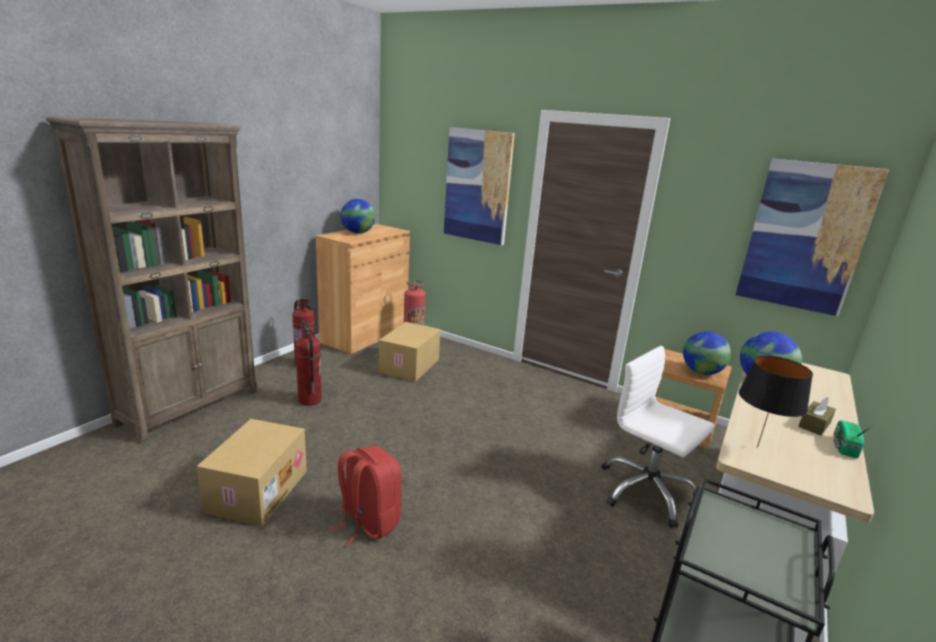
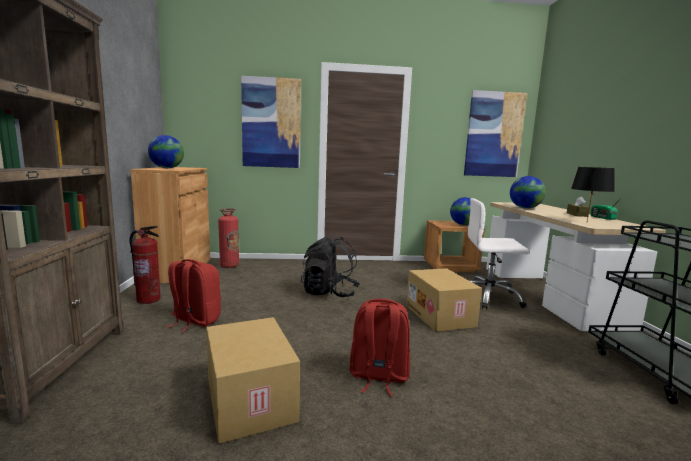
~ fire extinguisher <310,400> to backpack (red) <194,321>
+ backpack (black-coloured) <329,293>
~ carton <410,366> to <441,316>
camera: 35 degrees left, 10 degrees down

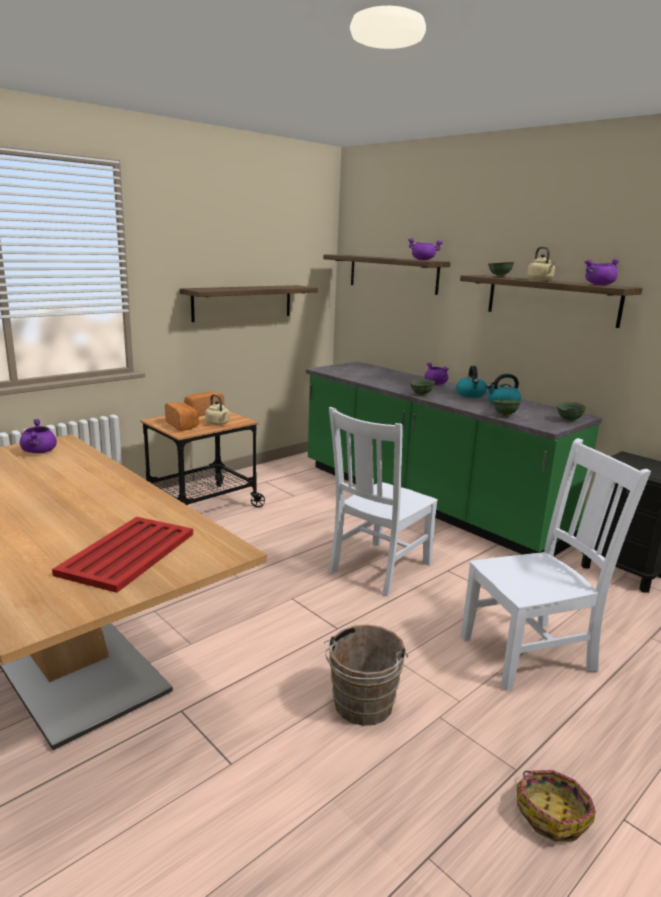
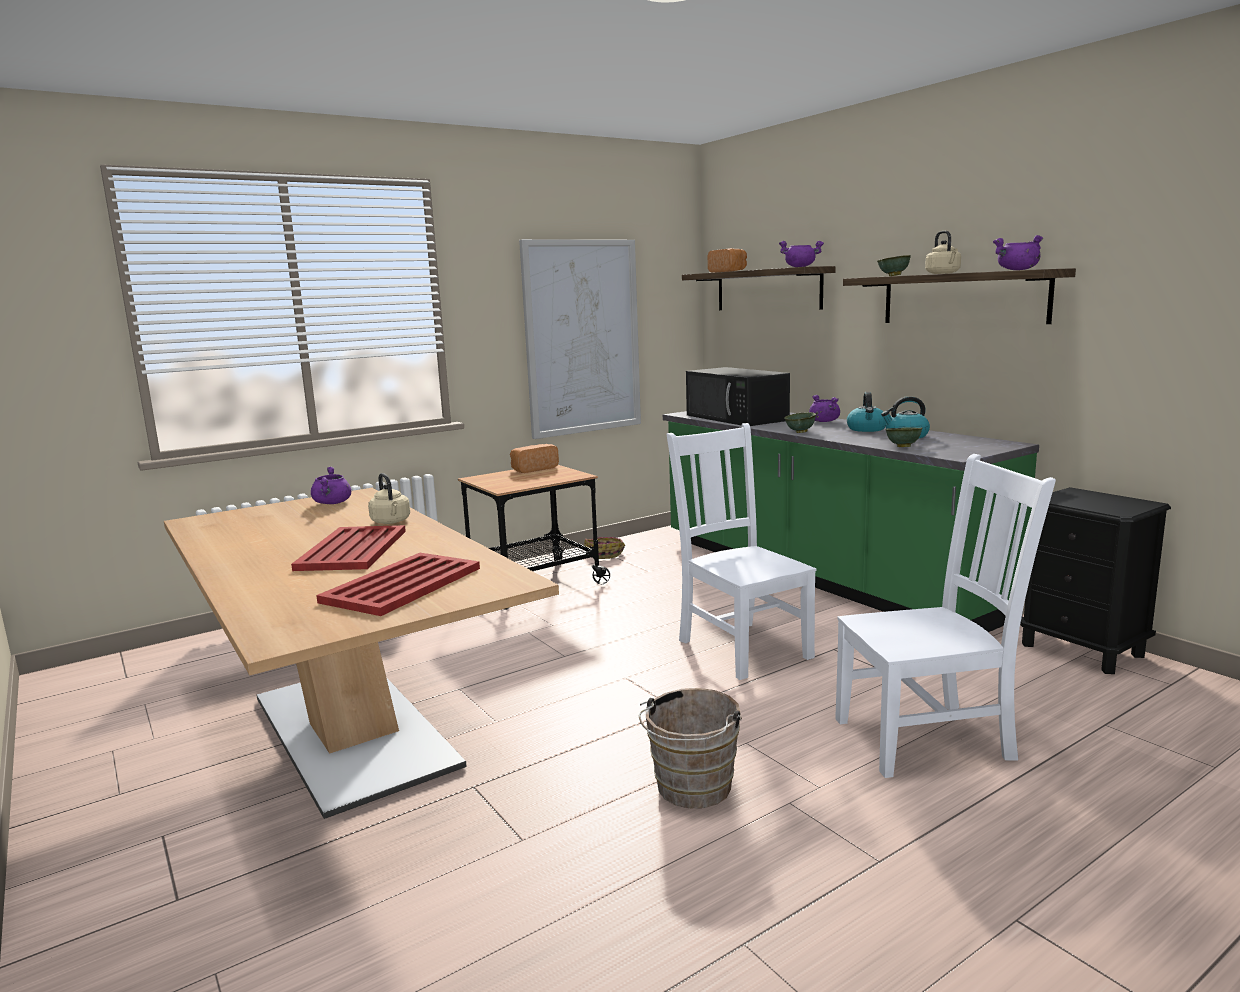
+ serving tray (red) <352,550>
~ tea kettle (beige) <218,424> to <391,522>
~ shelf <243,302> to picture <582,337>
~ basket <552,814> to <605,553>
~ plain chair (white) <378,568> = <741,647> 105 degrees clockwise
+ kitchen microwave (black-coloured) <737,418>
~ bread <183,425> to <728,271>
- serving bowl (greenish) <569,420>
camera: 10 degrees right, 5 degrees down

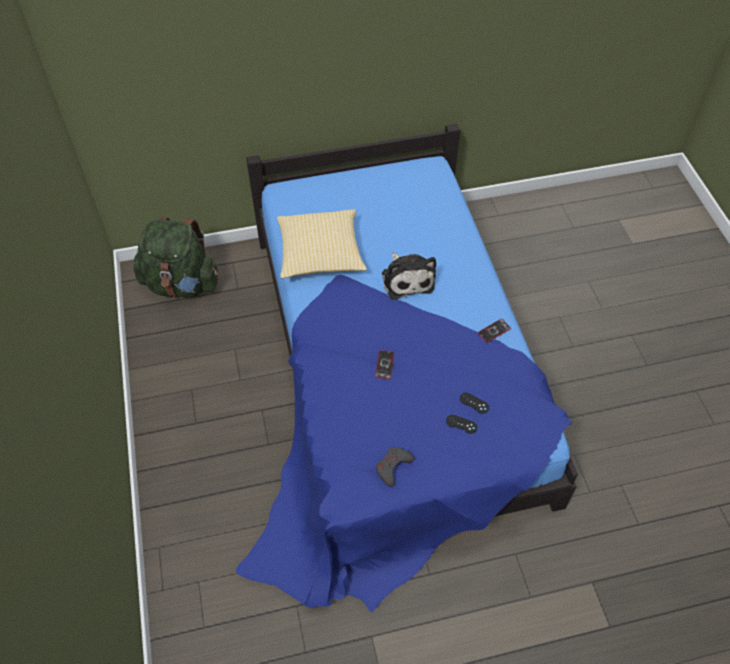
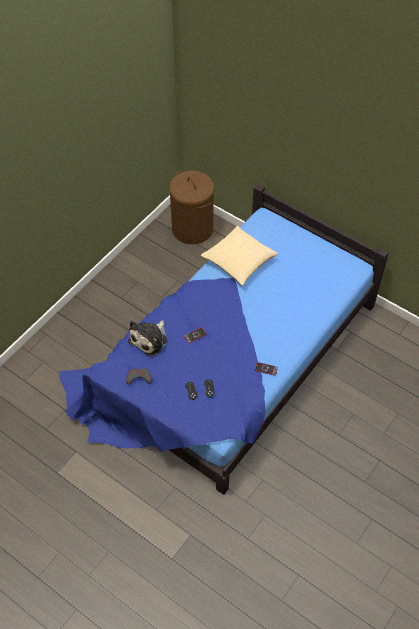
~ plush toy <407,279> to <150,339>
~ backpack (greenish) <181,284> to laundry basket (brown) <192,229>
camera: 50 degrees right, 0 degrees up

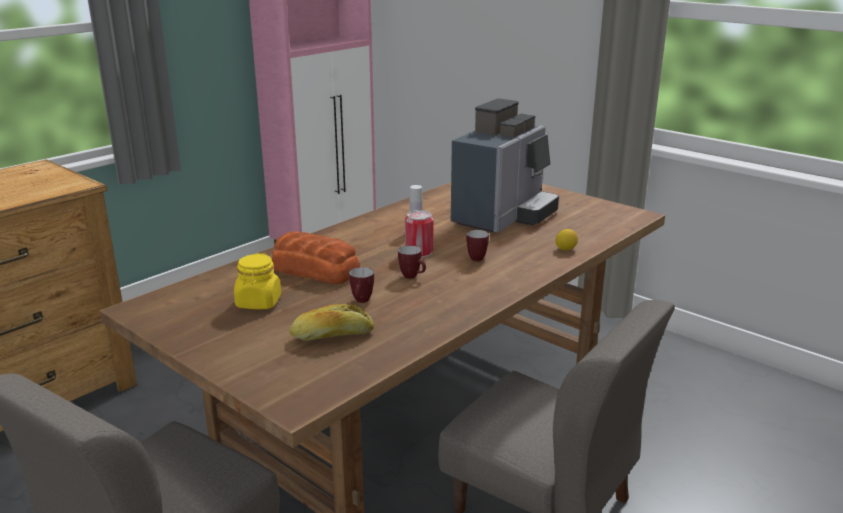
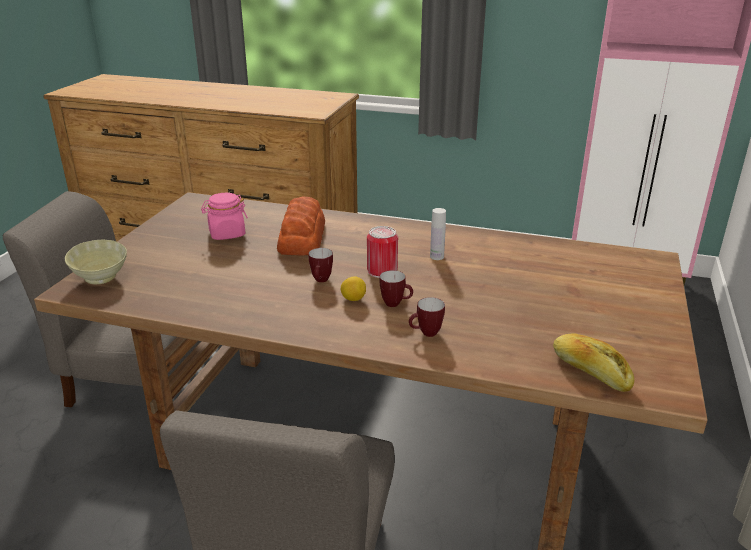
+ serving bowl (beige) <100,278>
~ jar (yellow) <258,302> to jar (pink-coloured) <227,234>
~ lemon <565,249> to <353,299>
~ mug <362,301> to <426,334>
~ bread <332,335> to <590,371>
- coffee machine <504,216>
camera: 65 degrees right, 5 degrees up

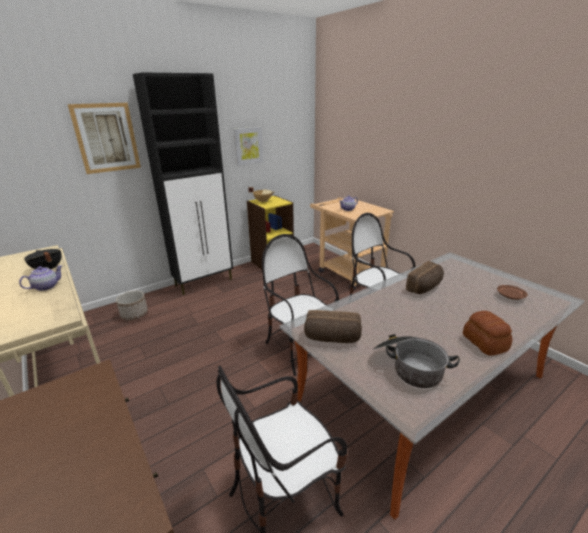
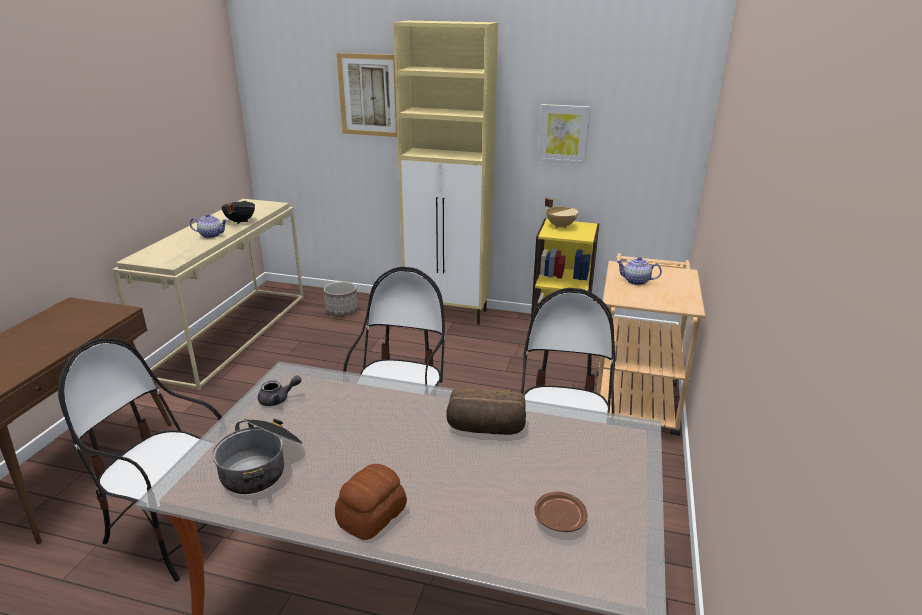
~ bread <332,338> to pot for tea (gray) <278,399>
~ cupboard (black-coloured) <205,282> to cupboard (beige) <448,313>
camera: 50 degrees right, 0 degrees up

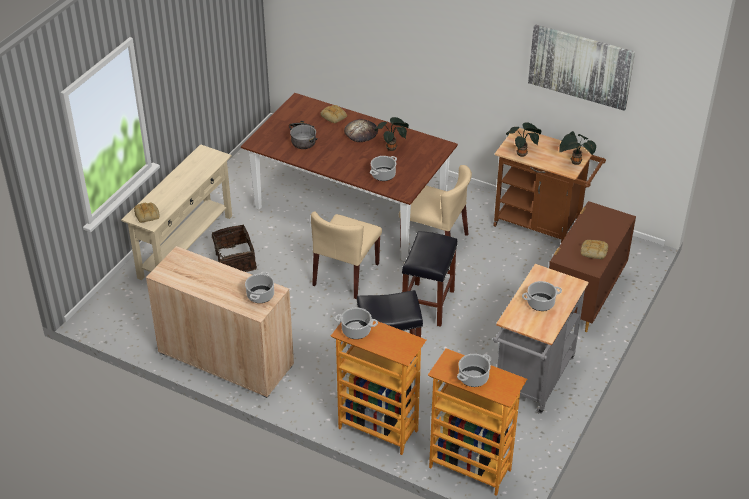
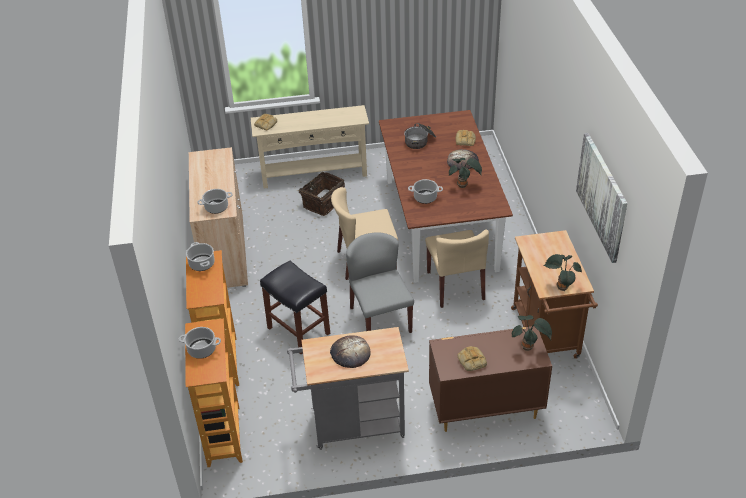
~ saucepot <540,303> to bread <350,353>
~ sitting stool (black-coloured) <427,303> to plain chair (gray) <380,319>
~ potted plant <522,153> to <528,347>
camera: 55 degrees right, 0 degrees up

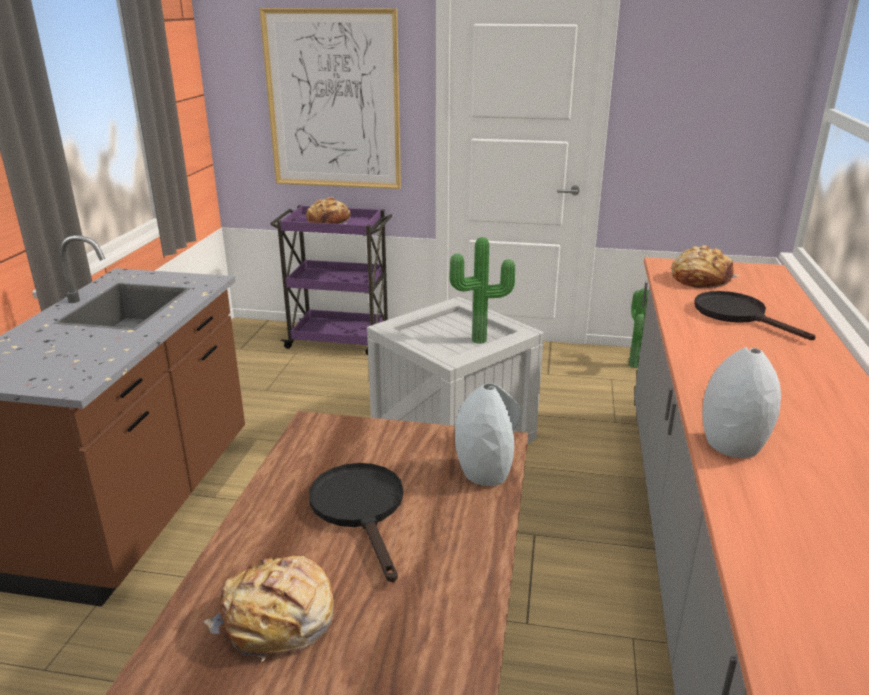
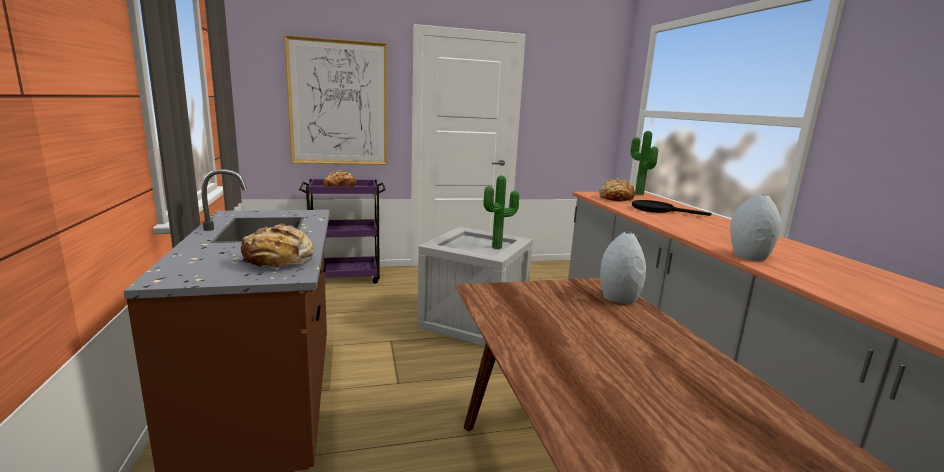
~ bread <278,620> to <278,261>
~ potted plant <632,365> to <637,194>
- skillet (black-coloured) <361,509>
camera: 25 degrees left, 10 degrees down

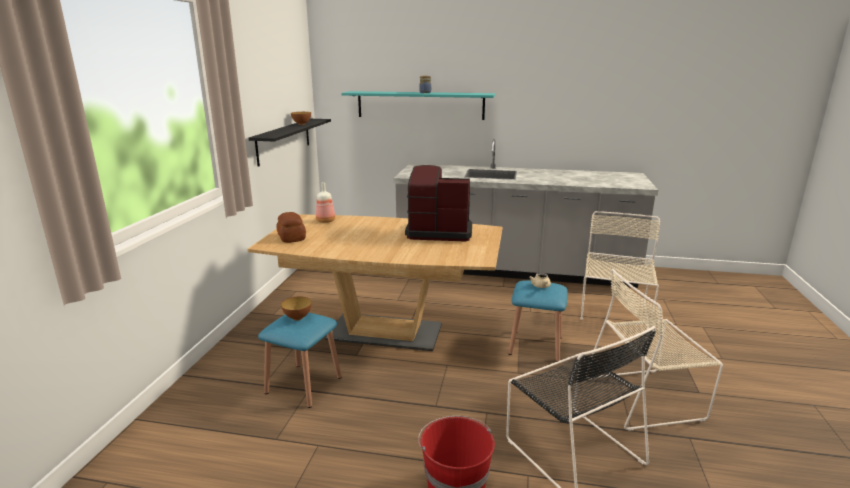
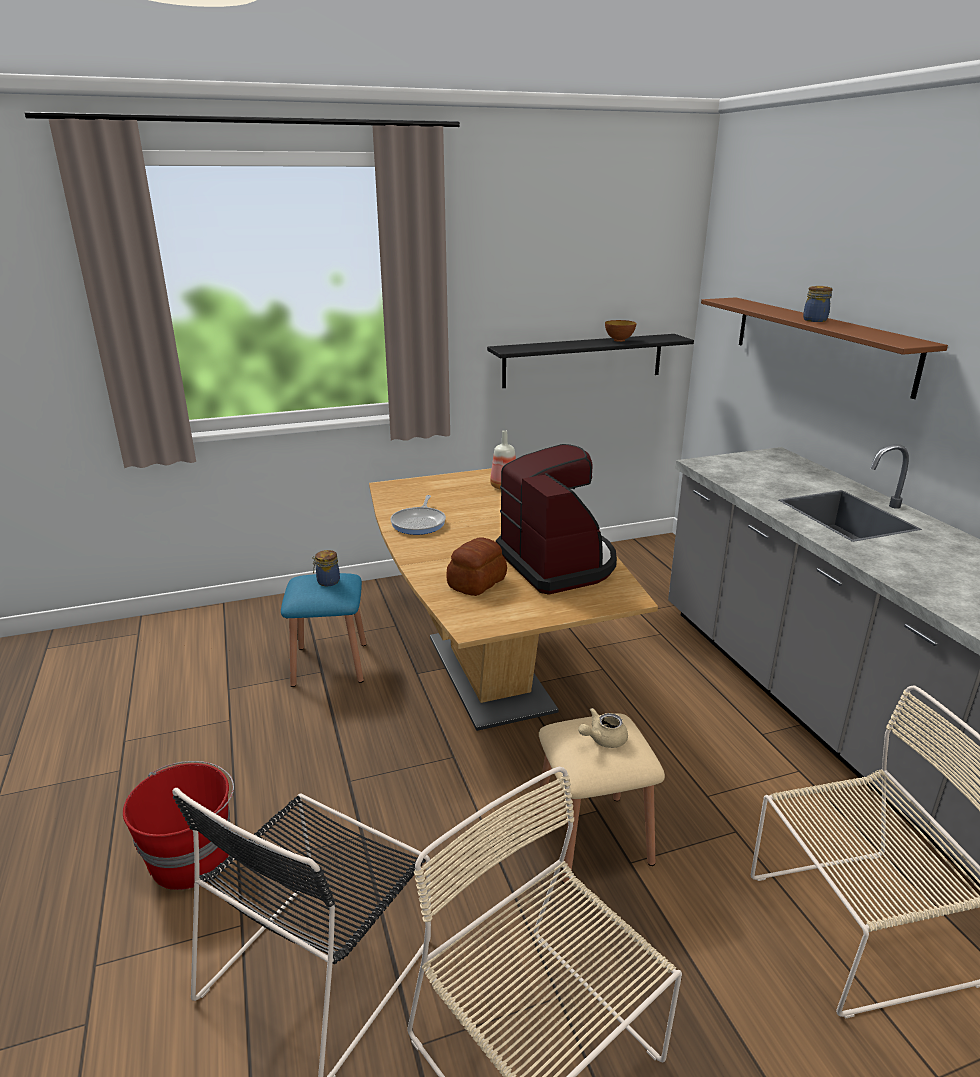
~ serving bowl <297,318> to jar <327,581>
+ skillet <419,523>
~ bread <292,237> to <478,583>
~ sitting stool (blue-coloured) <535,345> to sitting stool (beige) <592,837>
~ shelf (blue-green) <420,105> to shelf (brown) <820,343>
camera: 60 degrees right, 5 degrees up

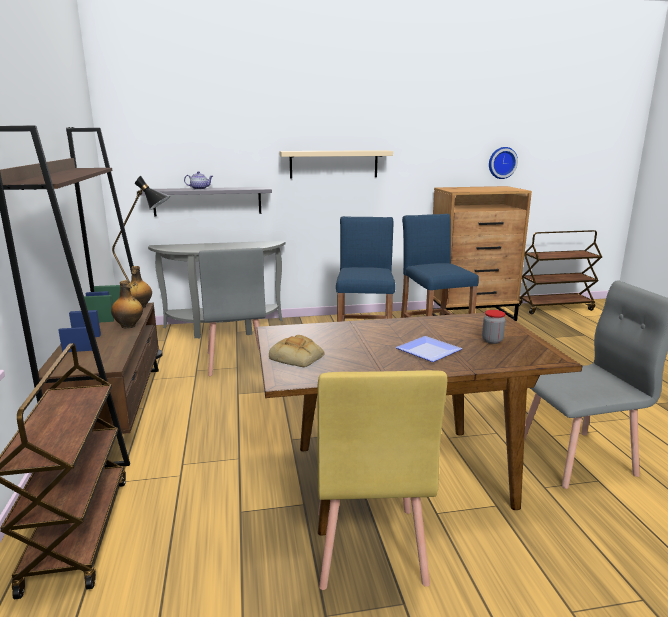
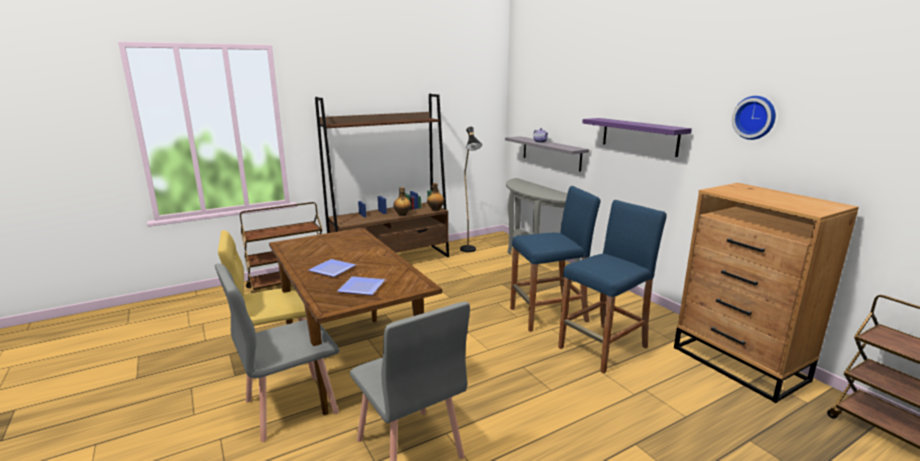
~ plain chair (gray) <236,361> to <290,406>
~ jar <492,340> to plate <361,287>
~ shelf (beige) <334,164> to shelf (purple-coloured) <639,136>
~ hanging clock <501,162> to <755,117>
- bread <298,358>
camera: 70 degrees right, 0 degrees up

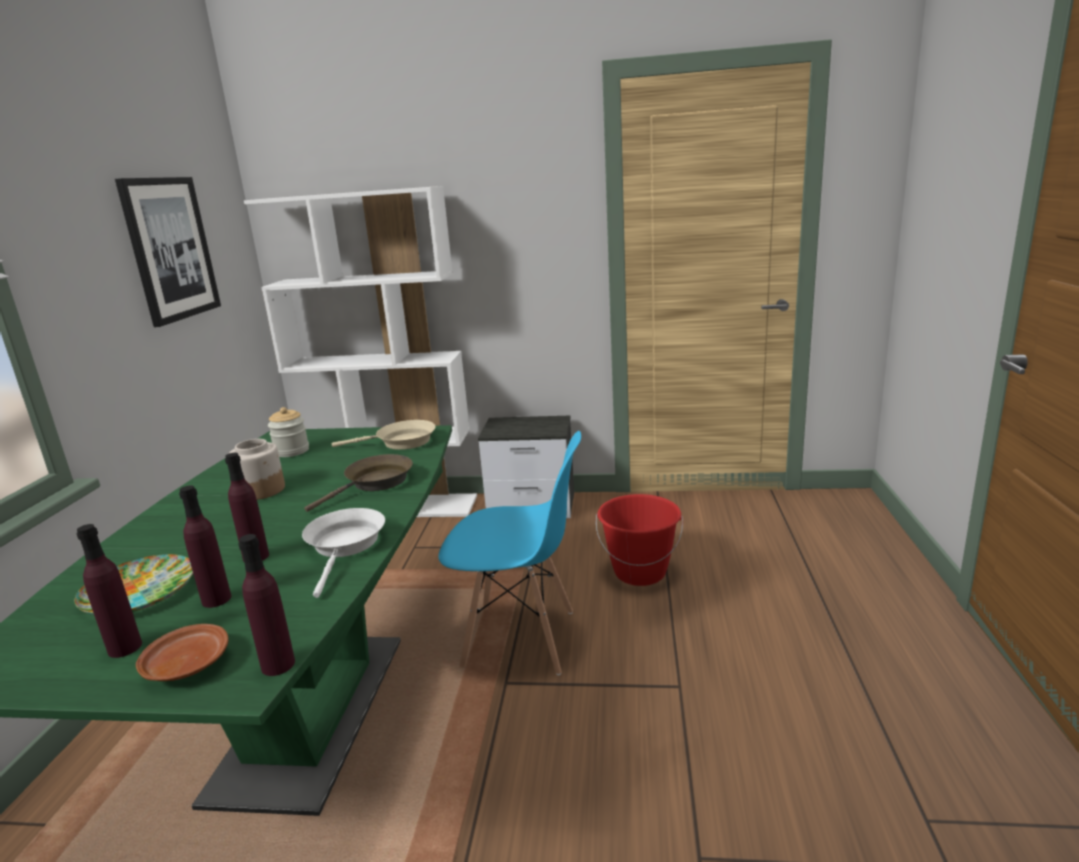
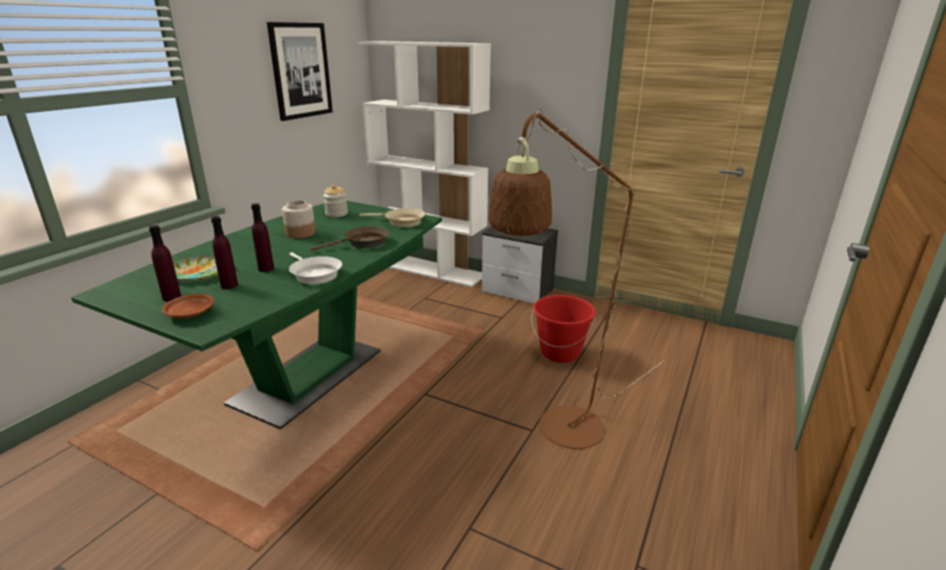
~ skillet (white) <345,546> = <314,274> 120 degrees clockwise
+ standard lamp (brown) <560,434>
- beverage bottle (purple-coloured) <278,665>
- plain chair (blue-coloured) <520,639>
camera: 20 degrees right, 5 degrees up

